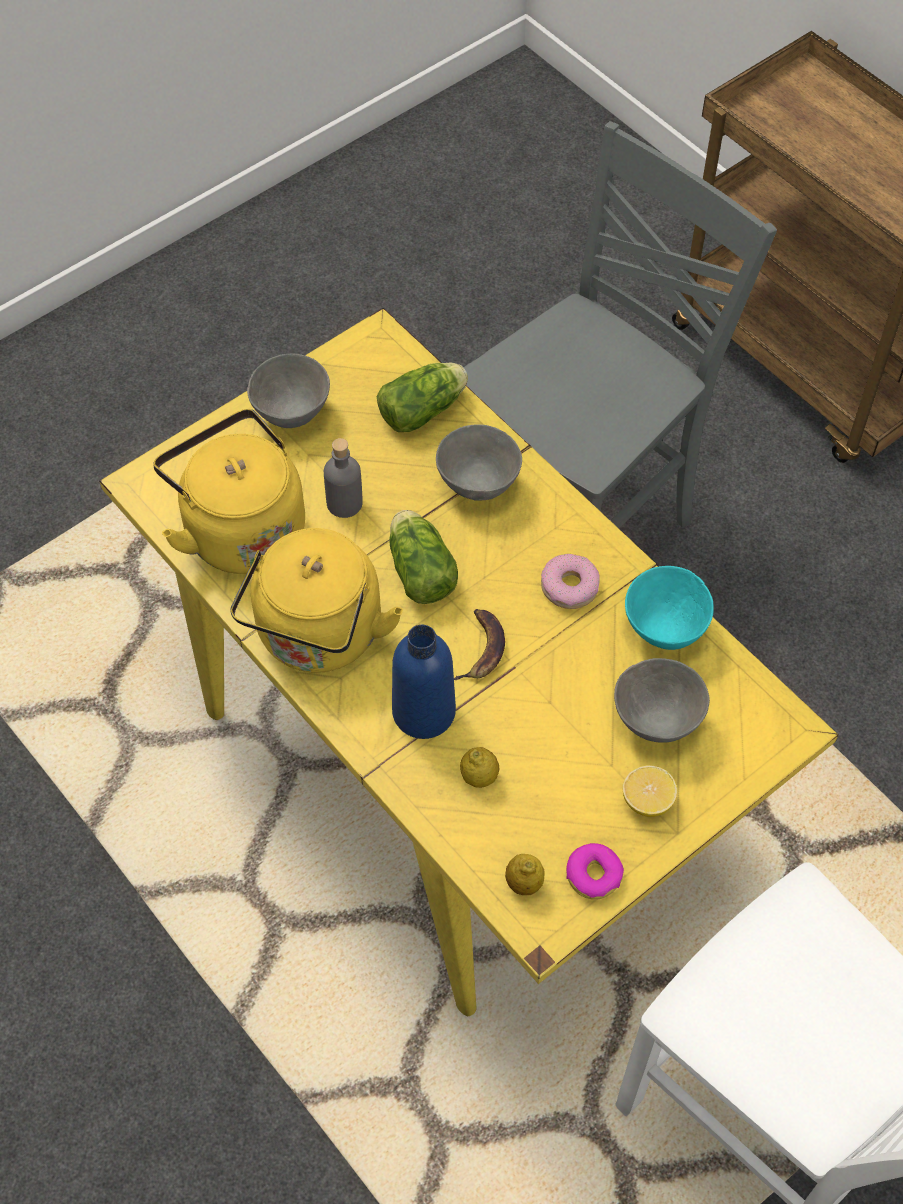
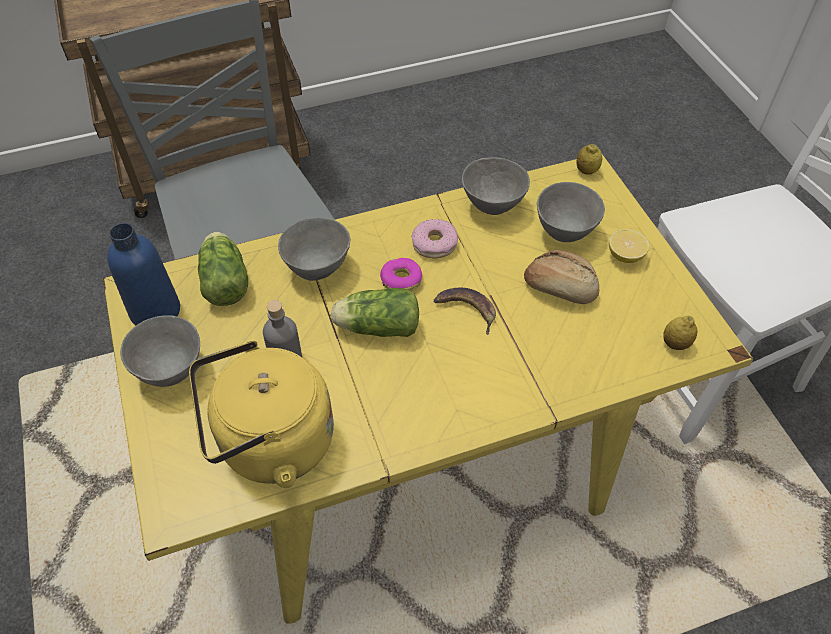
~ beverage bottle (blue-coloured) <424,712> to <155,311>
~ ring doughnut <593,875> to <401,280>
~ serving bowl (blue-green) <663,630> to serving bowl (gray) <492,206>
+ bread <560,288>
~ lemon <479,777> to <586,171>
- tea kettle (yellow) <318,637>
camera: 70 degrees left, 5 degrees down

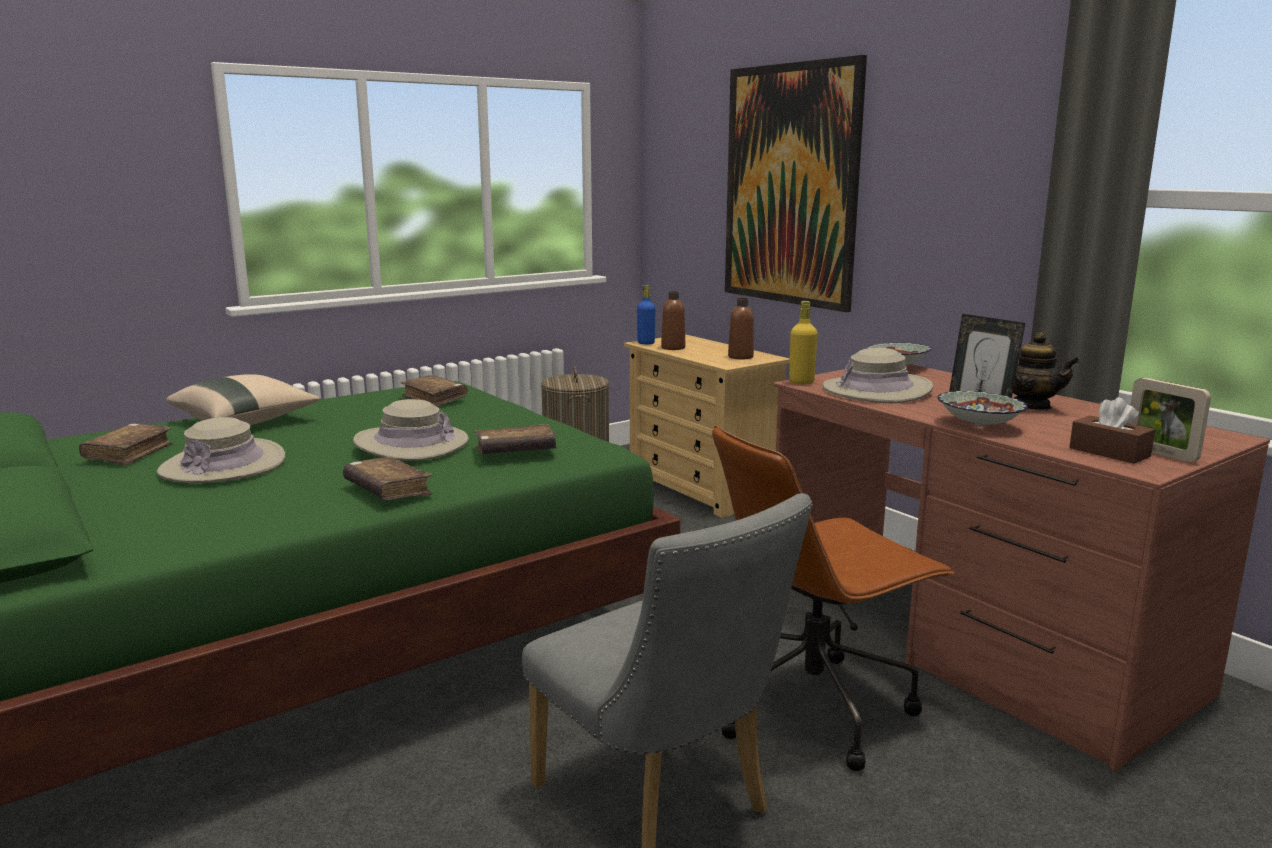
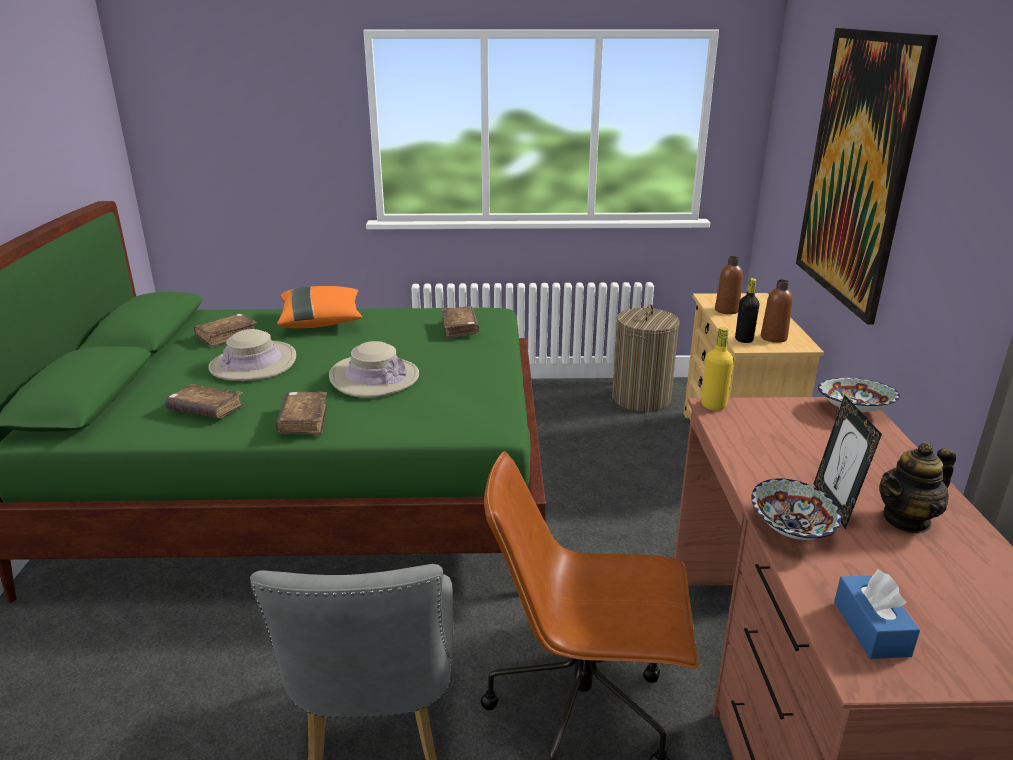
~ book (brown) <515,451> to <206,410>
~ pillow (beige) <246,421> to pillow (orangey) <321,322>
+ beverage bottle (black-coloured) <744,340>
~ tissue holder (brown) <1109,452> to tissue holder (blue-coloured) <871,628>
~ pot for tea <1031,406> = <907,520> 75 degrees clockwise
- beverage bottle (blue-coloured) <646,343>
- wearable hat (beige) <877,390>
- picture frame <1161,453>
camera: 35 degrees right, 10 degrees up

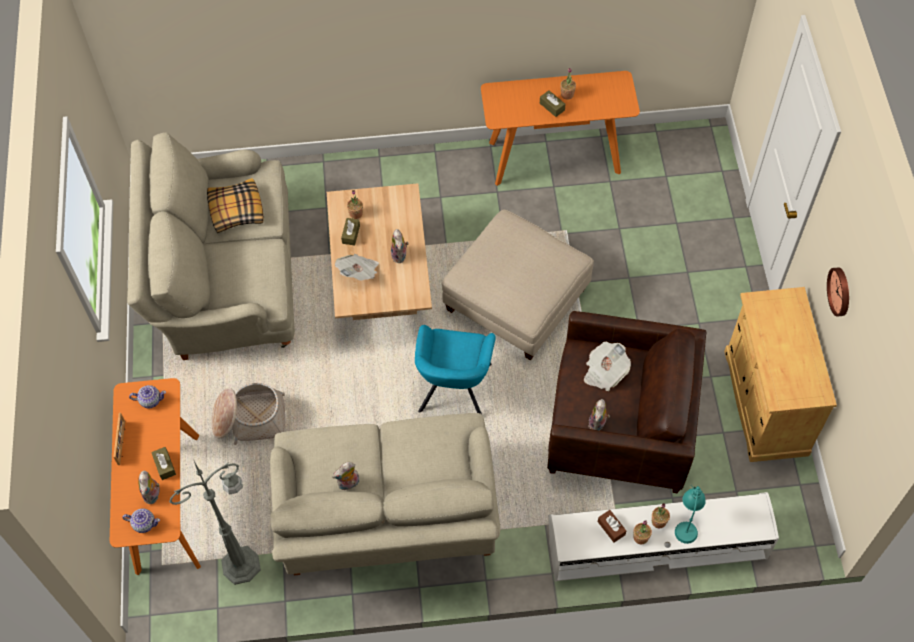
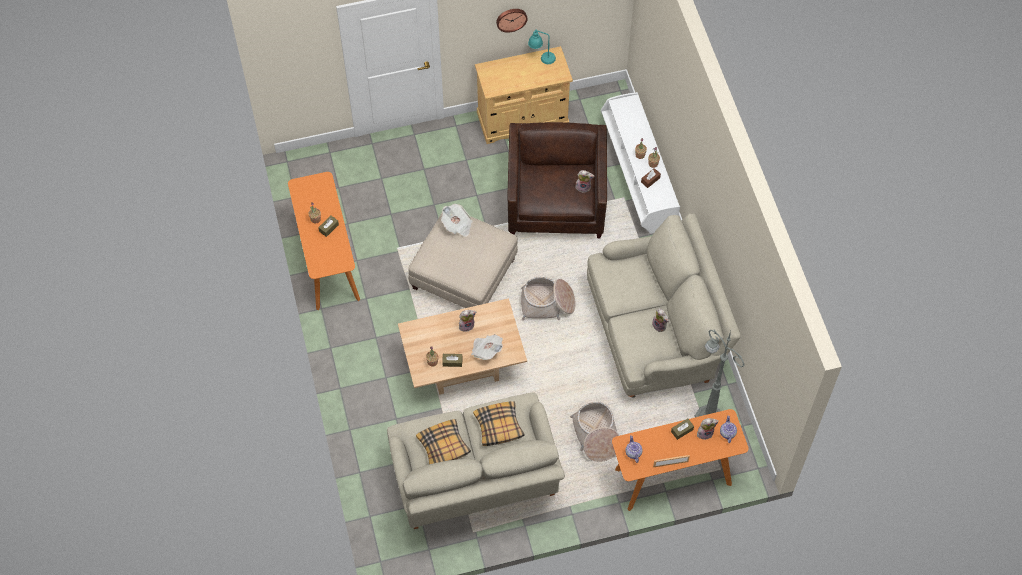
~ printed paper <604,372> to <457,225>
+ pillow <498,427>
~ armchair (blue-green) <454,391> to basket <547,304>
~ table lamp (blue-green) <687,523> to <541,58>
camera: 100 degrees left, 0 degrees up

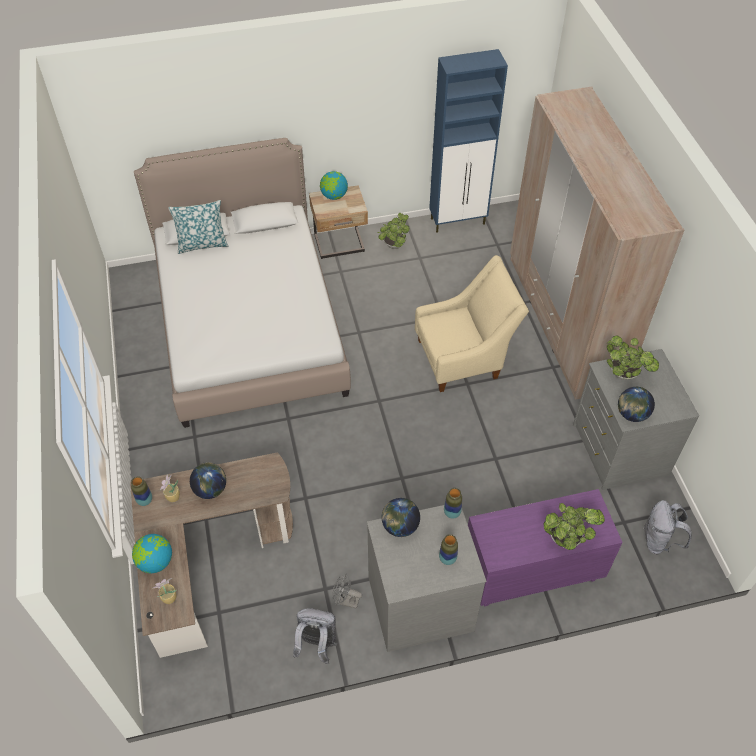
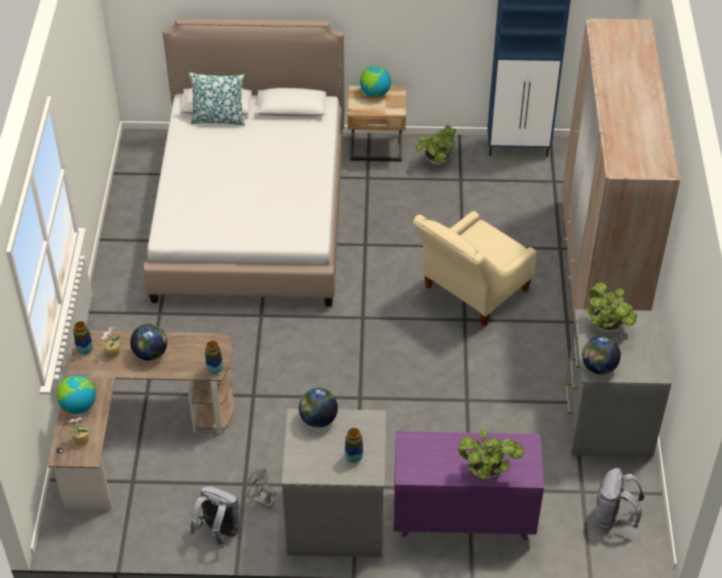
~ flower vase <452,513> to <215,370>
~ armchair (beige) <464,357> = <471,292> 135 degrees clockwise
camera: 15 degrees right, 5 degrees down

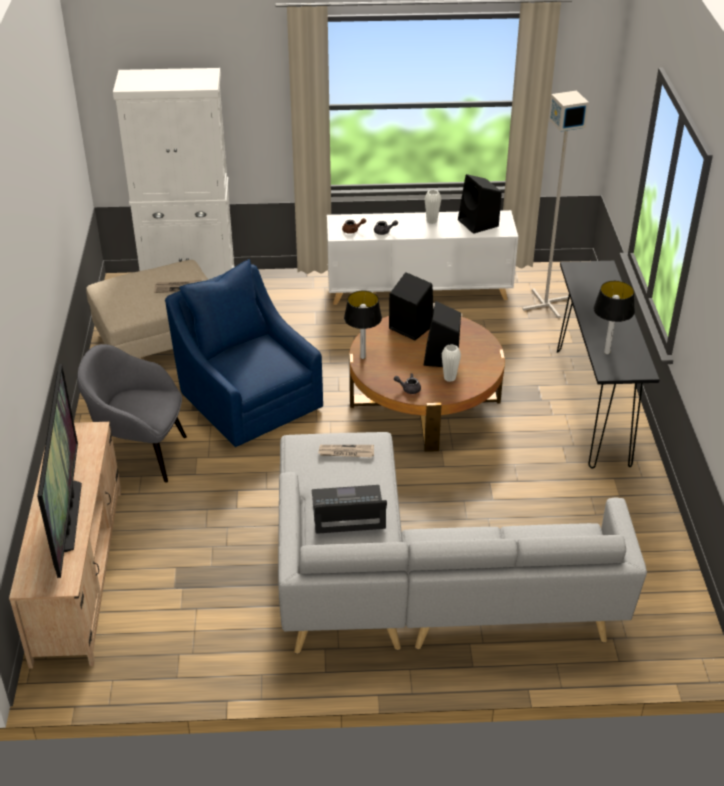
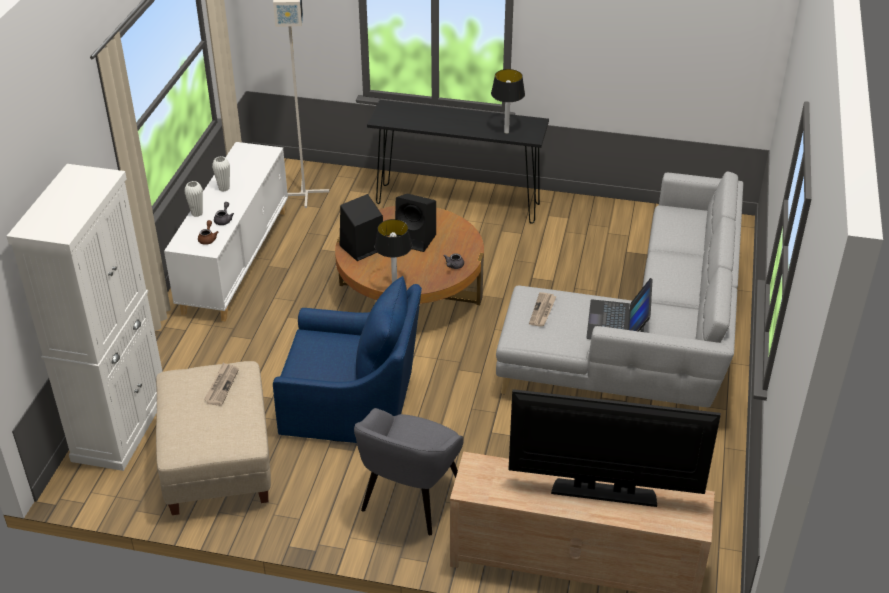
~ flower vase (white) <449,378> to <197,213>
~ armchair (blue-coloured) <248,398> = <353,405> 150 degrees counterclockwise
- audio speaker (black-coloured) <479,223>
camera: 75 degrees left, 0 degrees up

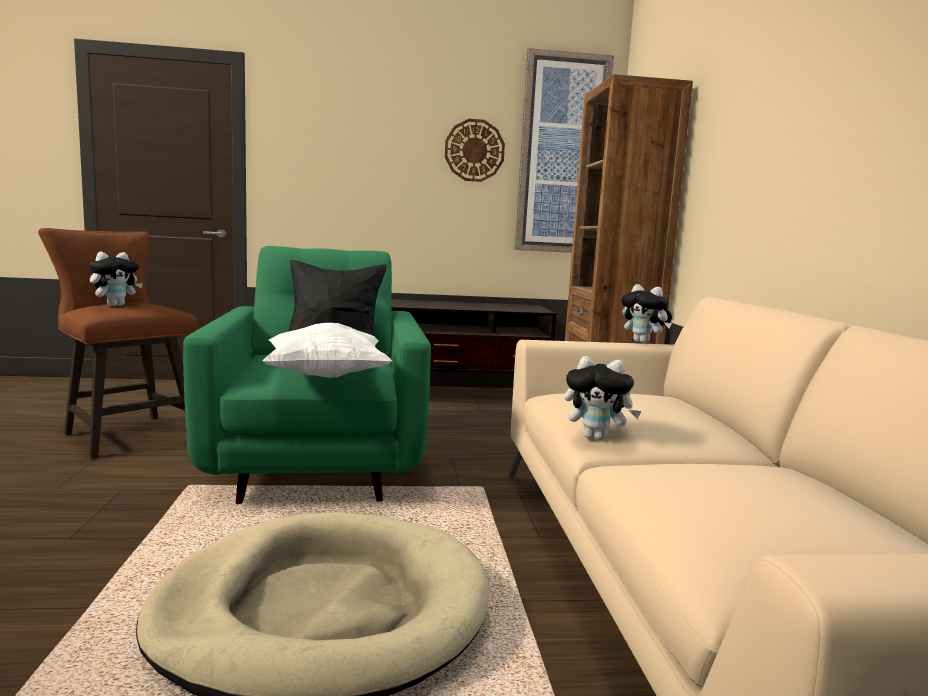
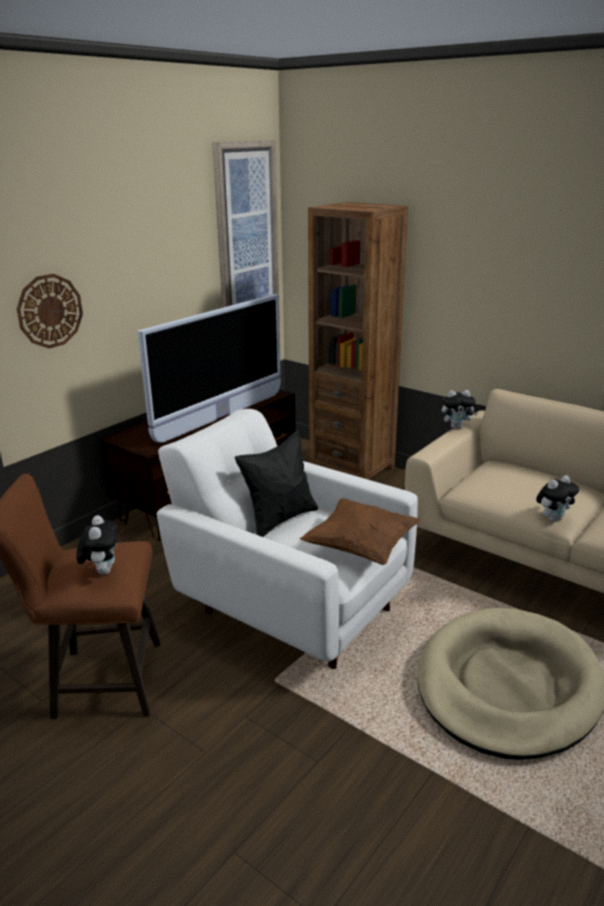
~ hanging clock <474,150> to <50,311>
+ TV <221,417>
~ armchair (greenish) <319,460> to armchair (white) <288,605>
~ pillow (white) <326,376> to pillow (brown) <360,547>
camera: 45 degrees left, 15 degrees up

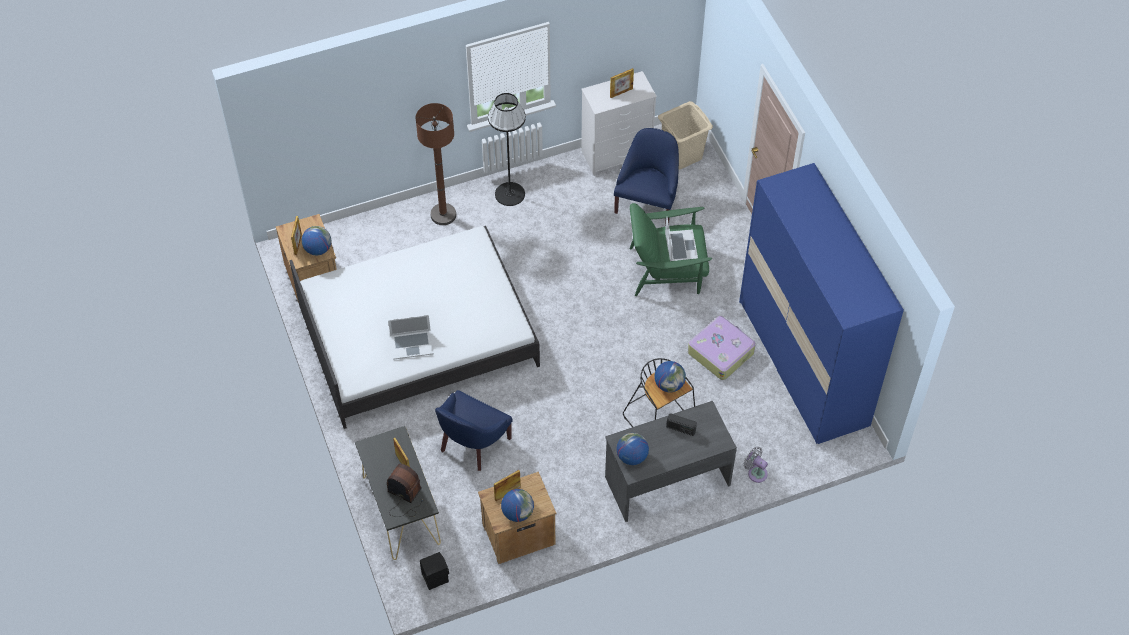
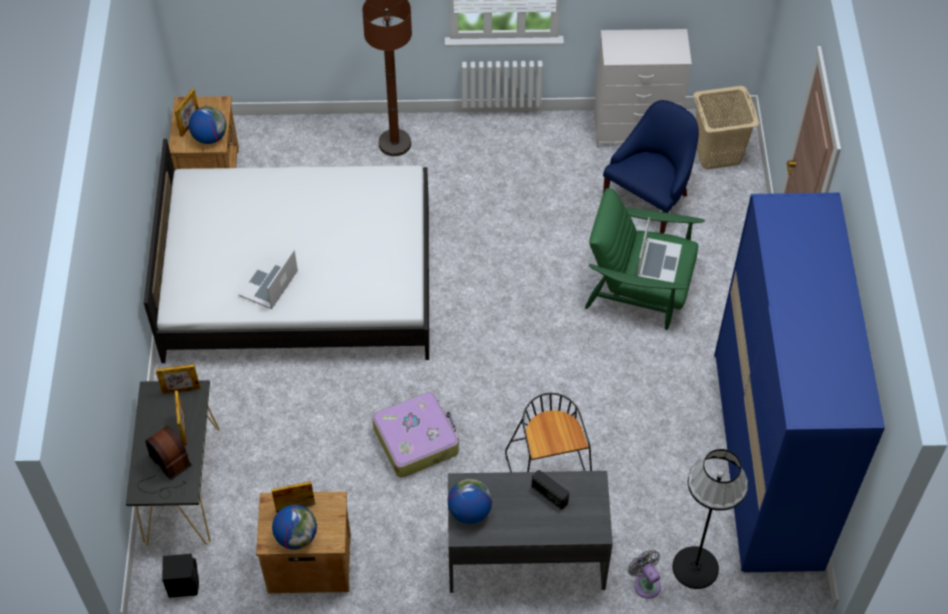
~ picture frame <621,92> to <181,390>
~ portable computer <412,344> = <269,283> 105 degrees clockwise
~ suitcase <721,352> to <416,440>
~ standard lamp (black-coloured) <510,194> to <695,567>
- armchair (blue-coloured) <472,443>
- globe <669,385>
camera: 20 degrees right, 0 degrees up

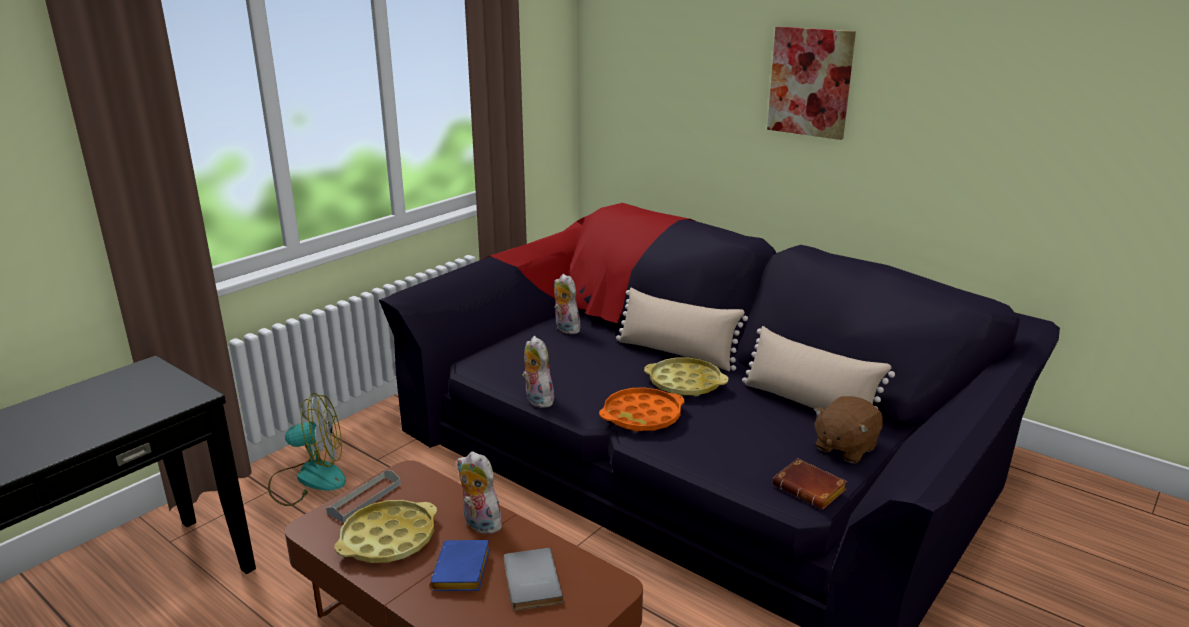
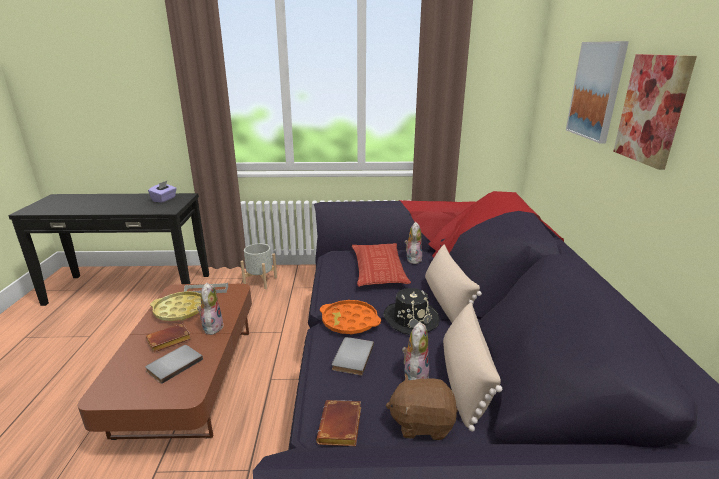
~ book (blue-coloured) <463,572> to book (brown) <168,341>
+ tissue holder (purple-coloured) <164,199>
~ fan <309,479> to plant pot (gray) <260,281>
+ book (gray) <351,357>
+ pillow <378,270>
~ serving tray (yellow) <685,383> to wearable hat (black-coloured) <410,319>
~ plush toy <536,400> to <414,374>
+ picture <596,90>
camera: 50 degrees right, 0 degrees up

